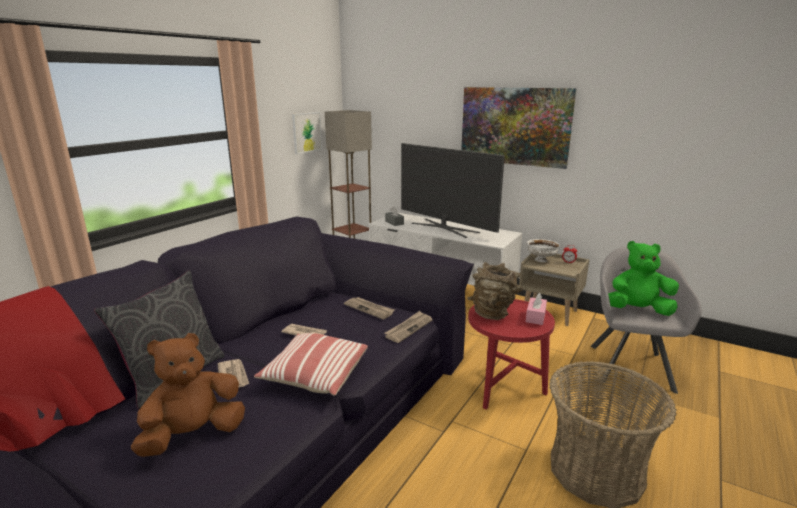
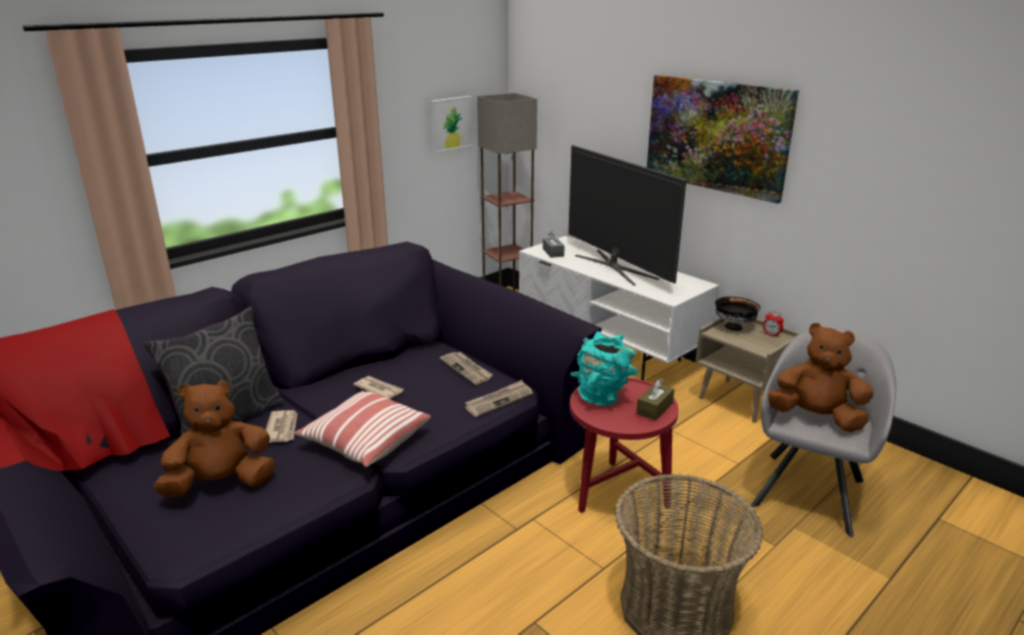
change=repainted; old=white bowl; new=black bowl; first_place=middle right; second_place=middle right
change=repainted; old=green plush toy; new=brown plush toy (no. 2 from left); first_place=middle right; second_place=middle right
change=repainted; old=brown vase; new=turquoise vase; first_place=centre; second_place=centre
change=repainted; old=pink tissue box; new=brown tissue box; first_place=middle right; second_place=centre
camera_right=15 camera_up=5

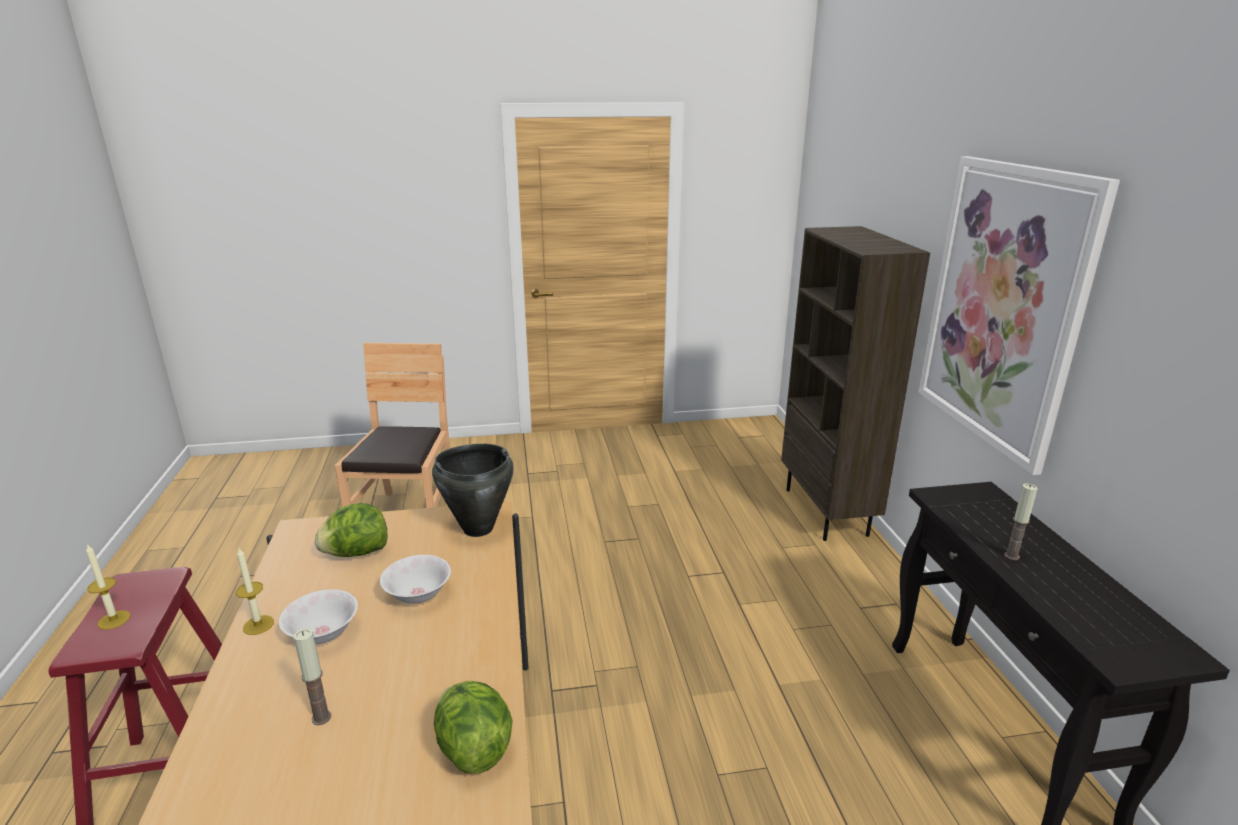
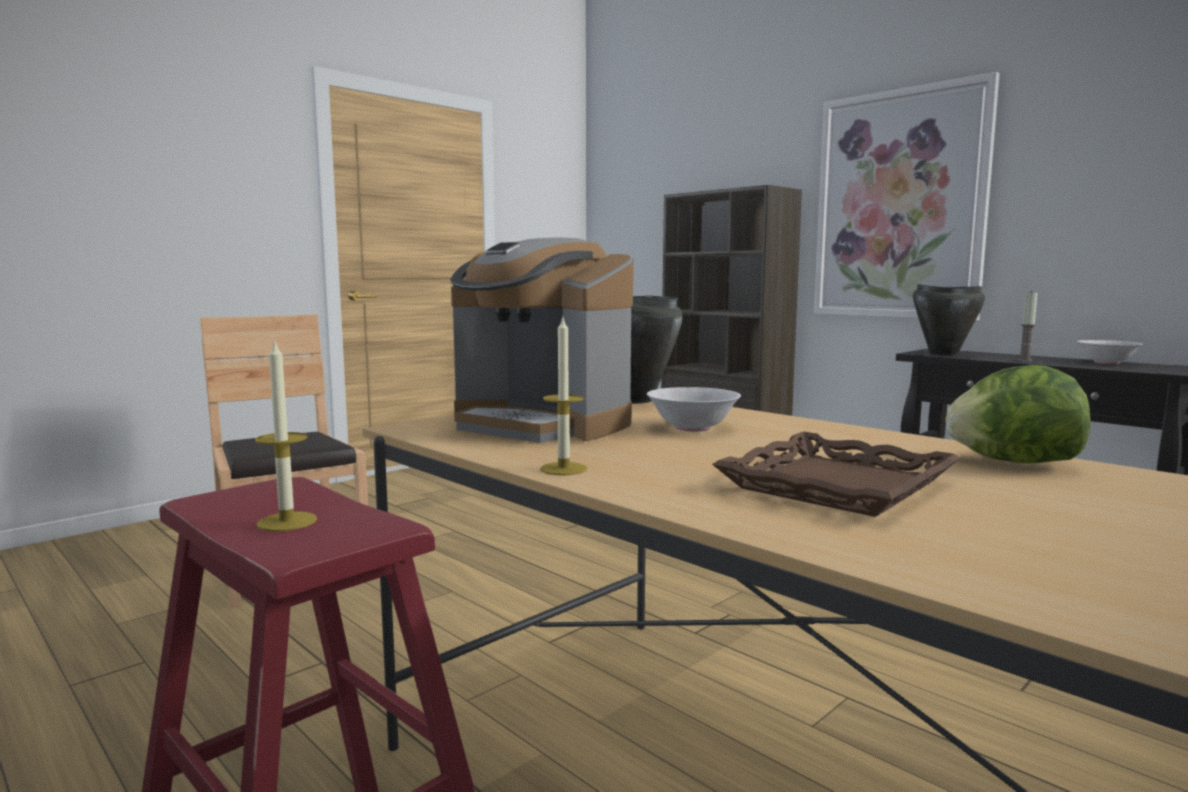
change=swapped; old=lettuce (no. 1 from left); new=coffee machine; first_place=middle left; second_place=centre
change=shifted; old=white bowl (no. 1 from left in the first image); new=white bowl (no. 2 from left); first_place=bottom left; second_place=middle right
change=swapped; old=candle (no. 3 from left); new=brown tray; first_place=bottom left; second_place=middle right
change=new; new=black cooking pot (no. 2 from left); second_place=middle right
camera_right=-35 camera_up=-15

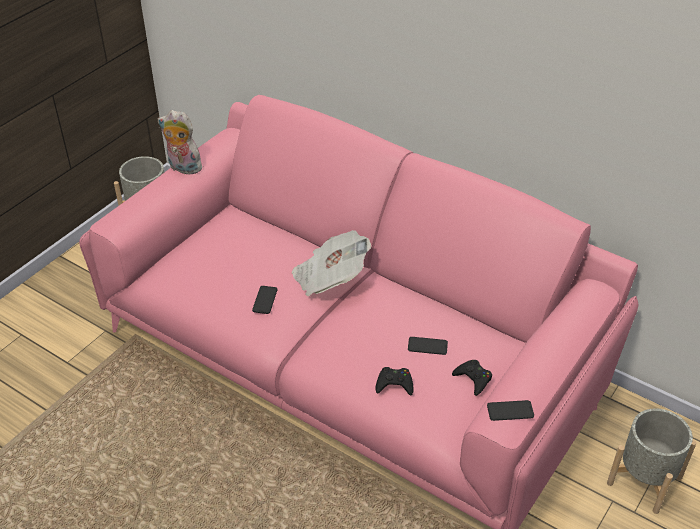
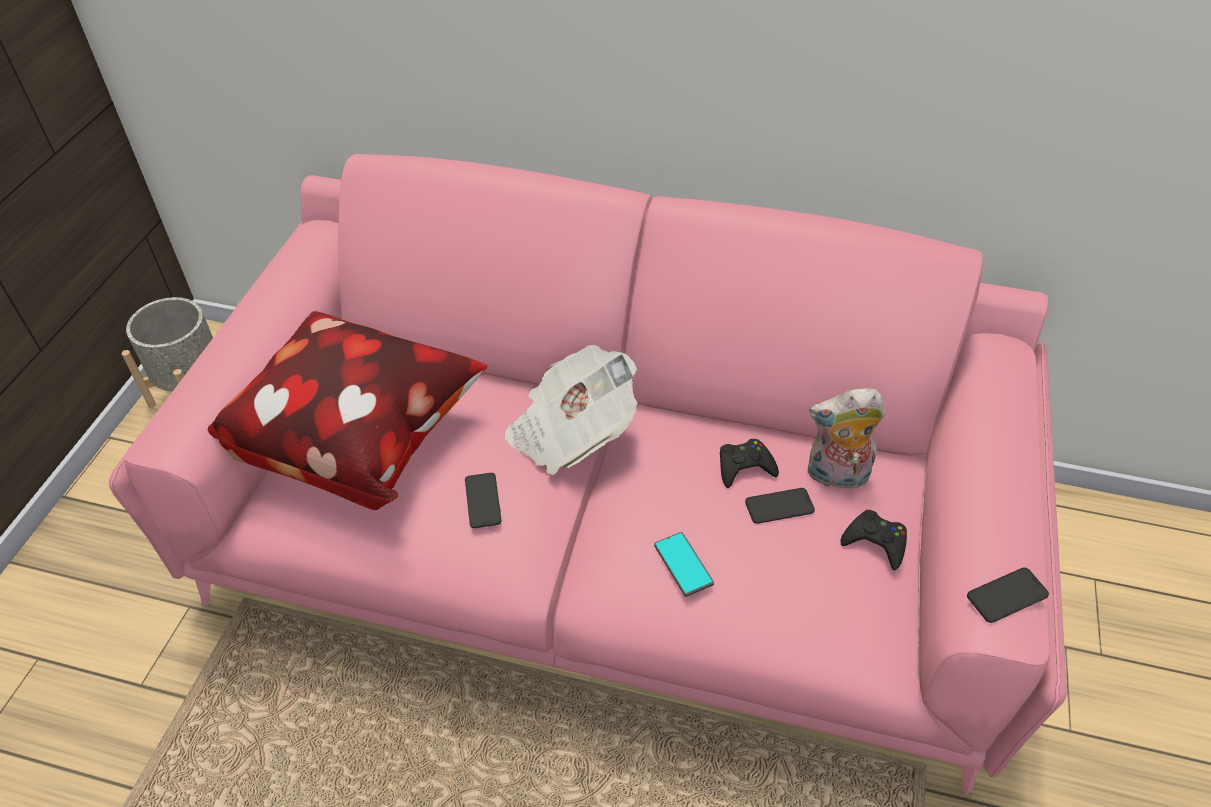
change=shifted; old=plush toy; first_place=top left; second_place=middle right
change=shifted; old=black game controller (no. 1 from left); first_place=bottom centre; second_place=centre
change=gone; old=grey planter (no. 2 from left); first_place=bottom right
change=new; new=pillow; second_place=middle left
change=new; new=phone (no. 2 from left); second_place=bottom centre
camera_right=-20 camera_up=5

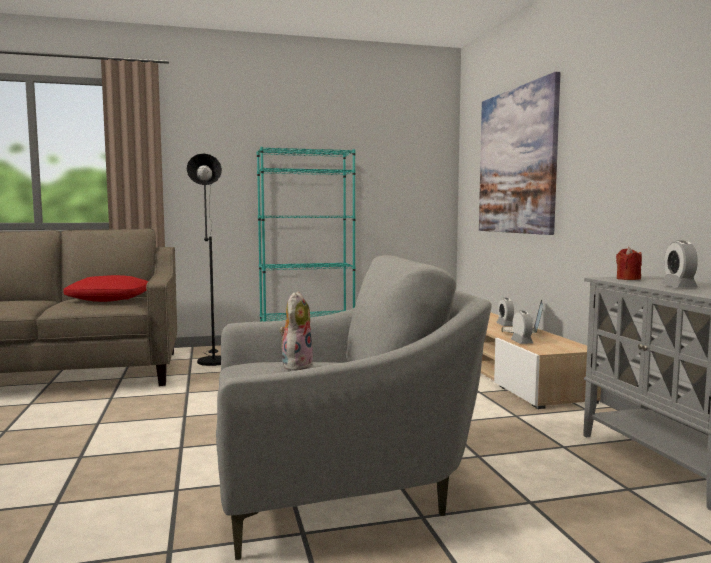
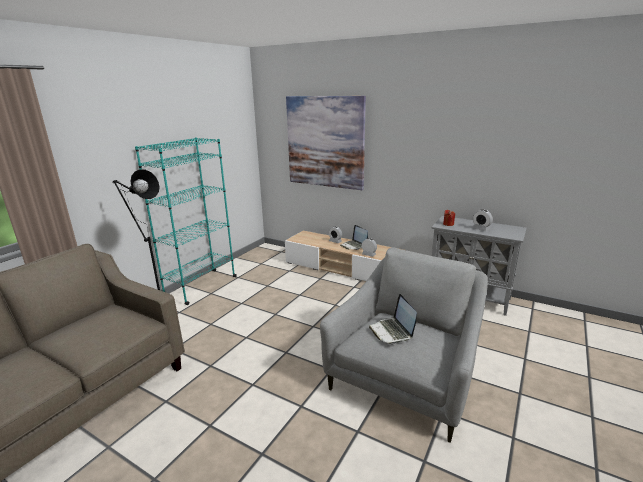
change=gone; old=red pillow; first_place=middle left
change=swapped; old=plush toy; new=laptop (no. 2 from left); first_place=centre; second_place=centre
camera_right=-45 camera_up=15

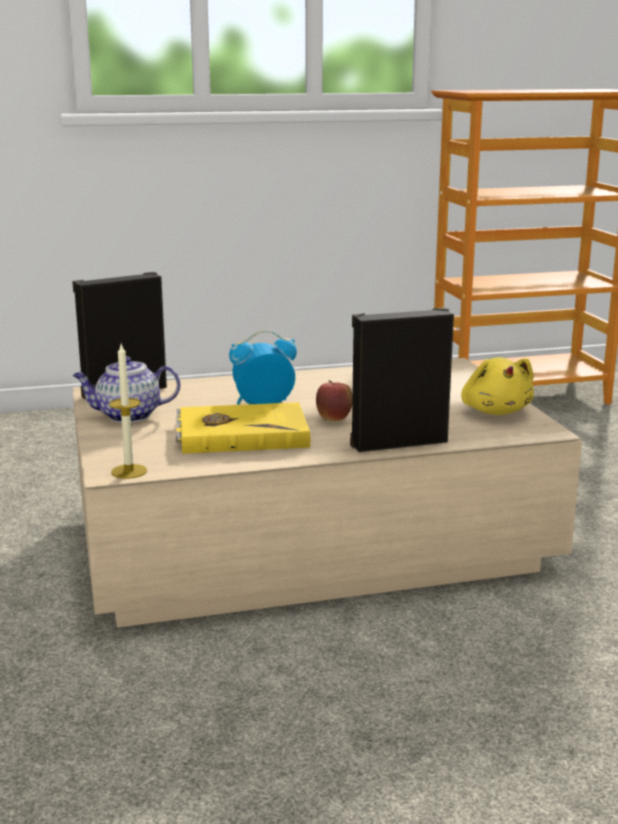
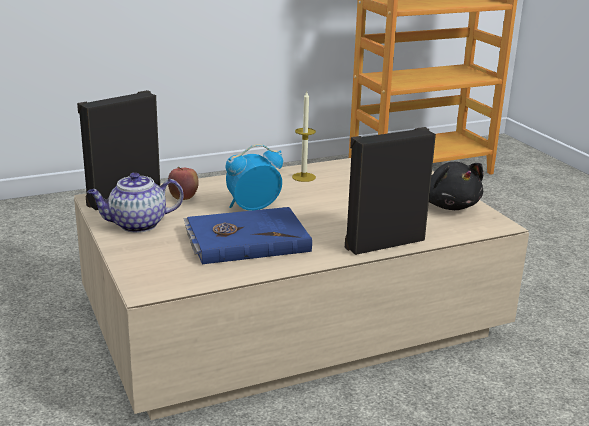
change=shifted; old=candle; first_place=middle left; second_place=top centre
change=repainted; old=yellow plush toy; new=black plush toy; first_place=middle right; second_place=middle right
change=shifted; old=apple; first_place=centre; second_place=middle left
change=repainted; old=yellow book; new=blue book; first_place=centre; second_place=centre
camera_right=-10 camera_up=5

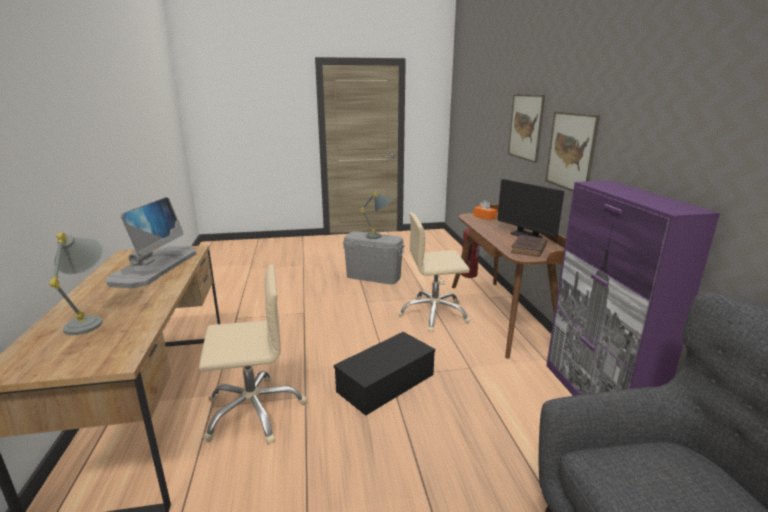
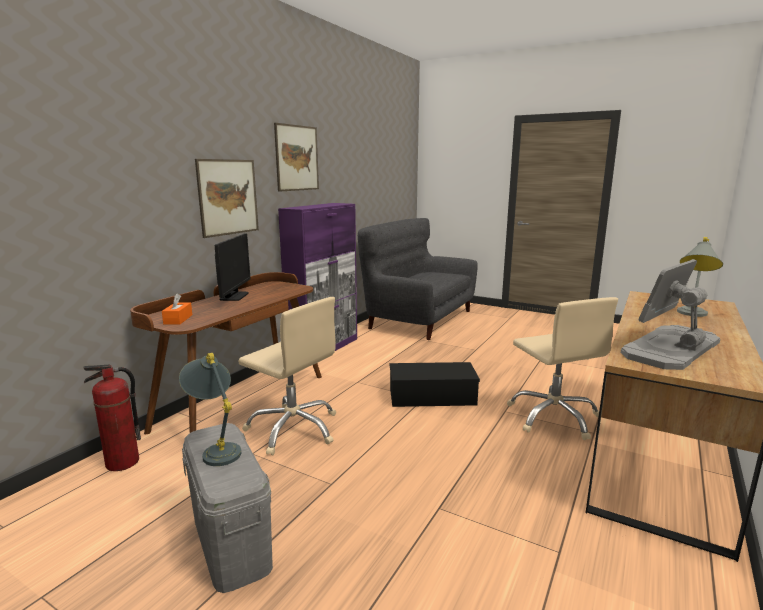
change=shifted; old=picture (no. 1 from left in the first image); new=picture (no. 2 from left); first_place=top right; second_place=top centre
change=gone; old=brown book; first_place=middle right
change=rotated; old=beige office chair (no. 1 from left in the first image); first_place=bottom left; second_place=middle right; degrees=-135
camera_right=-140 camera_up=-5

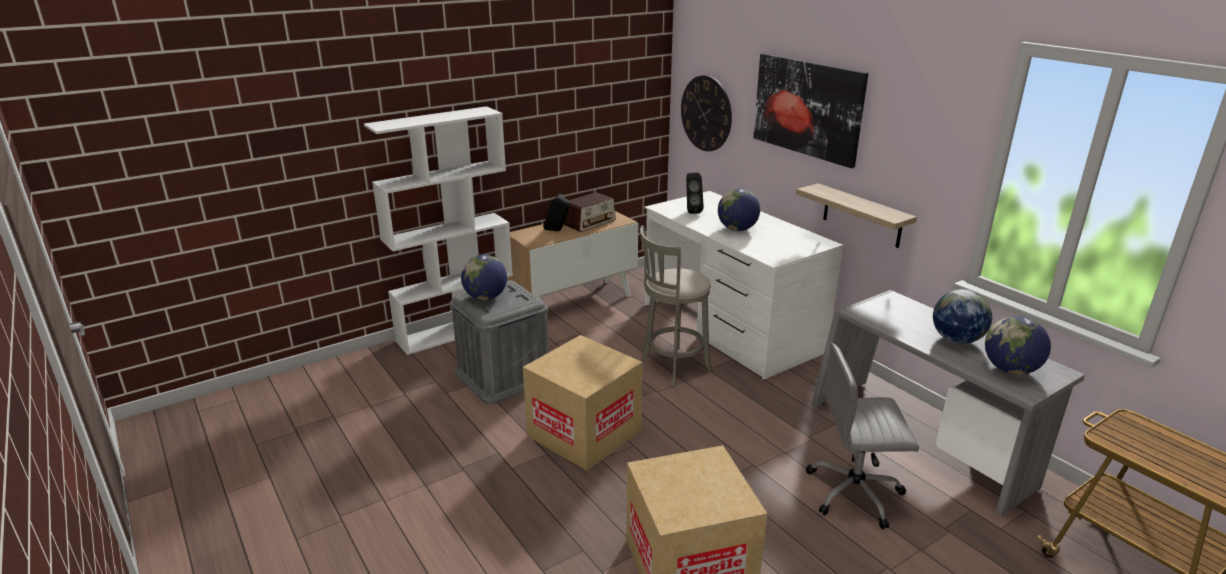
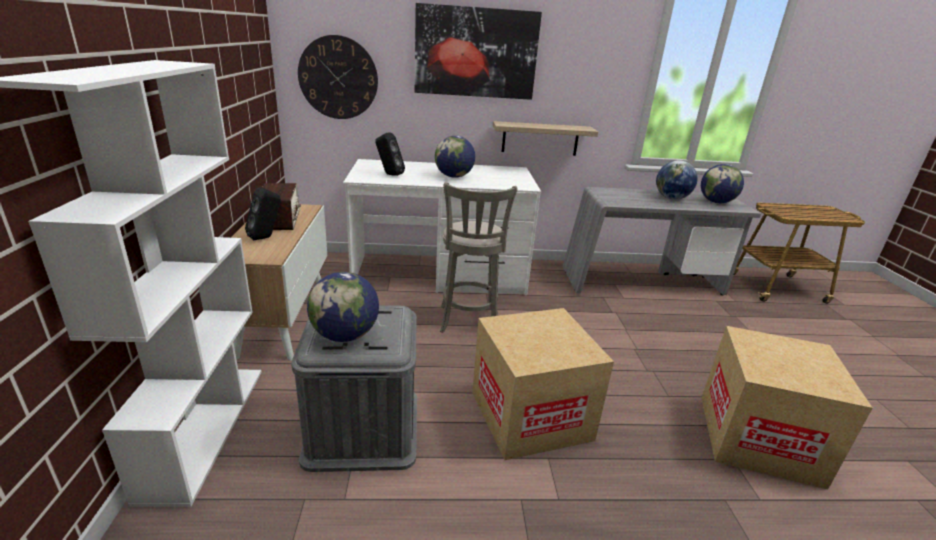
change=gone; old=grey office chair; first_place=bottom right
camera_right=-60 camera_up=0

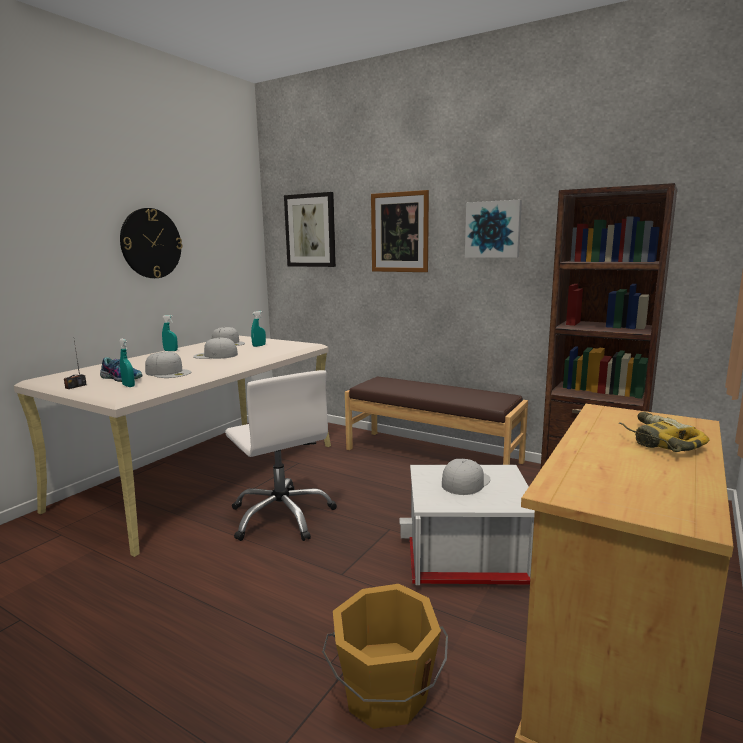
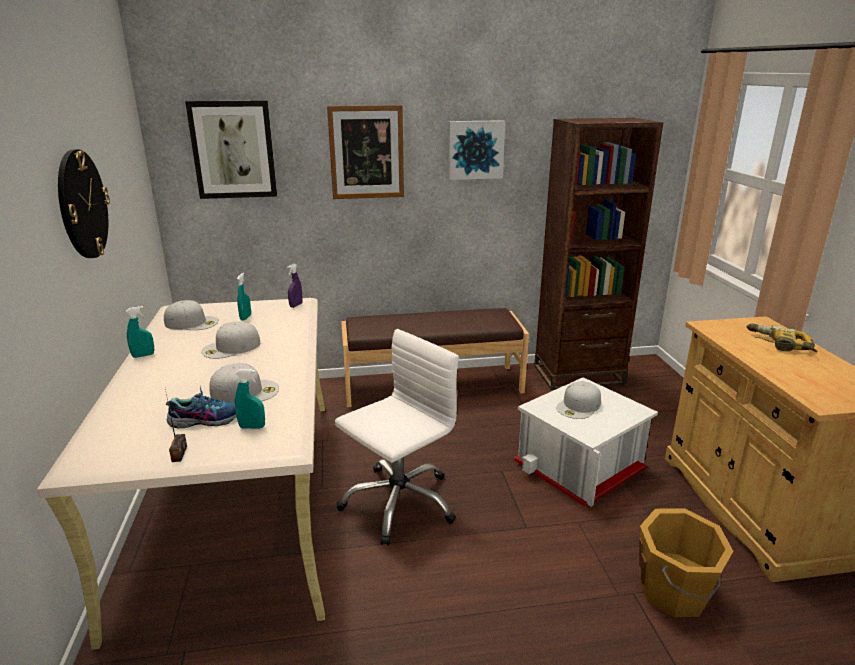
change=rotated; old=white office chair; first_place=centre; second_place=centre; degrees=-60
change=rotated; old=white cap (no. 4 from left); first_place=centre; second_place=middle right; degrees=-135
change=new; new=purple spray bottle; second_place=centre
camera_right=-40 camera_up=10

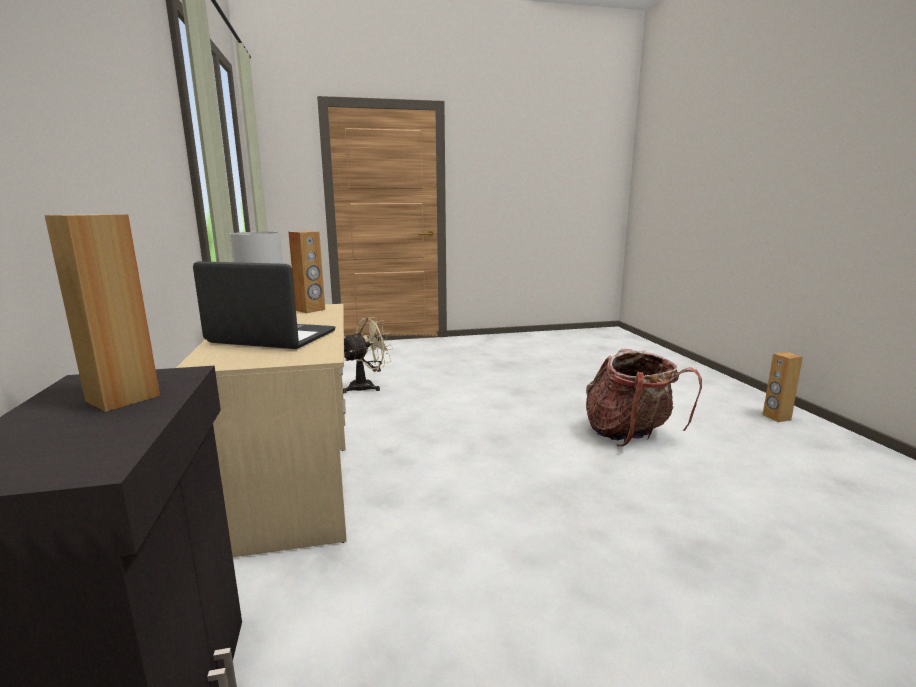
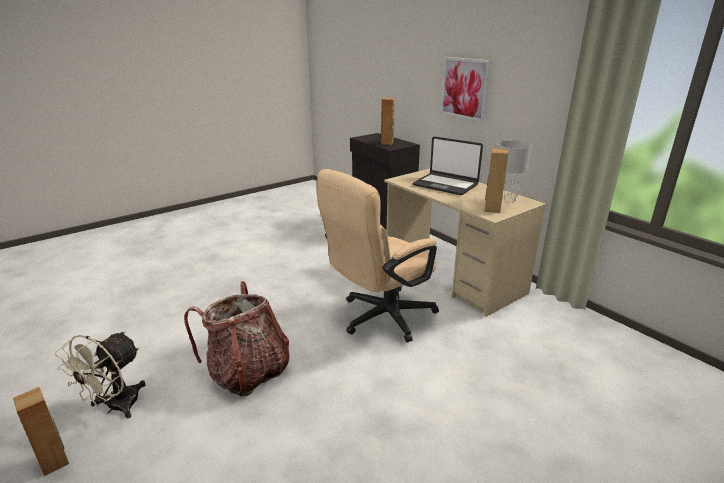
change=rotated; old=laptop; first_place=middle left; second_place=centre; degrees=45
change=shifted; old=beige fan; first_place=centre; second_place=bottom left
change=new; new=picture; second_place=top centre
change=new; new=beige office chair; second_place=centre
camera_right=155 camera_up=10

